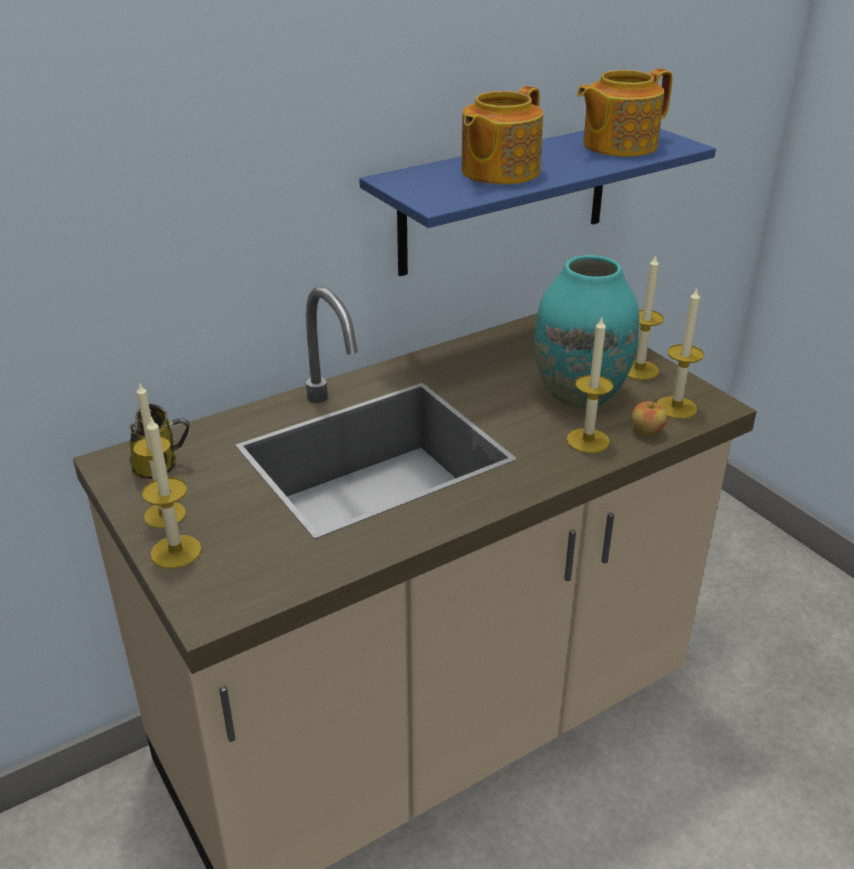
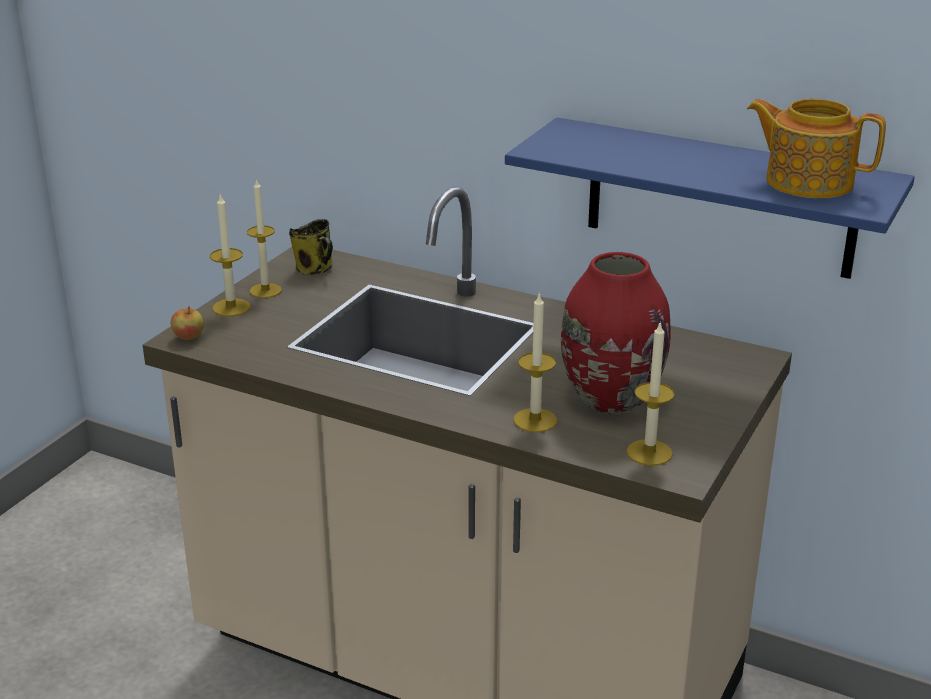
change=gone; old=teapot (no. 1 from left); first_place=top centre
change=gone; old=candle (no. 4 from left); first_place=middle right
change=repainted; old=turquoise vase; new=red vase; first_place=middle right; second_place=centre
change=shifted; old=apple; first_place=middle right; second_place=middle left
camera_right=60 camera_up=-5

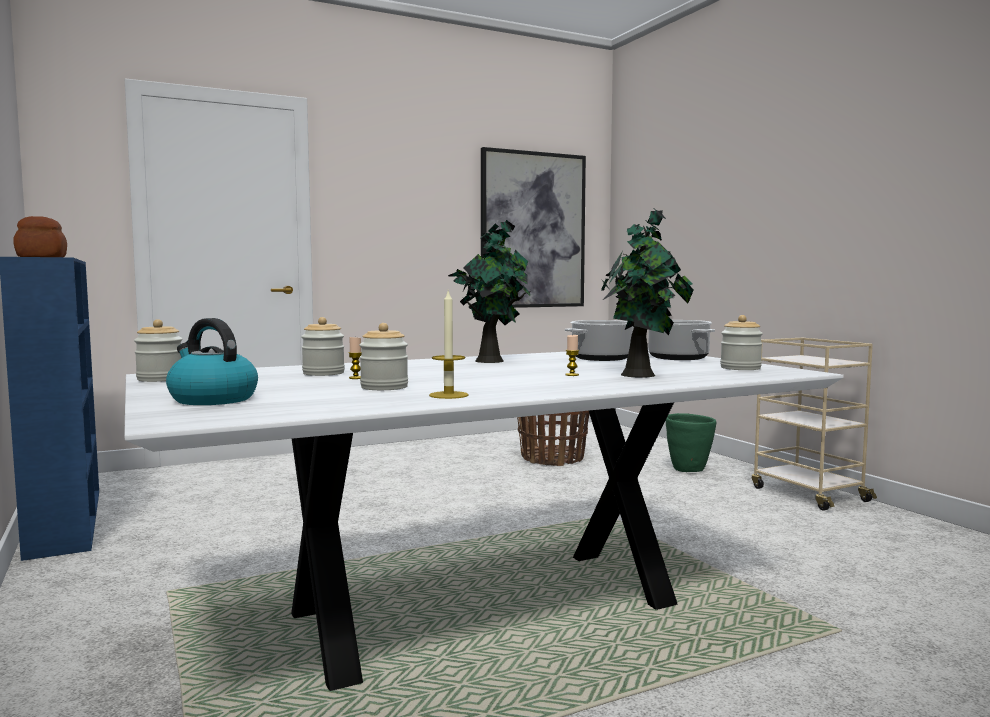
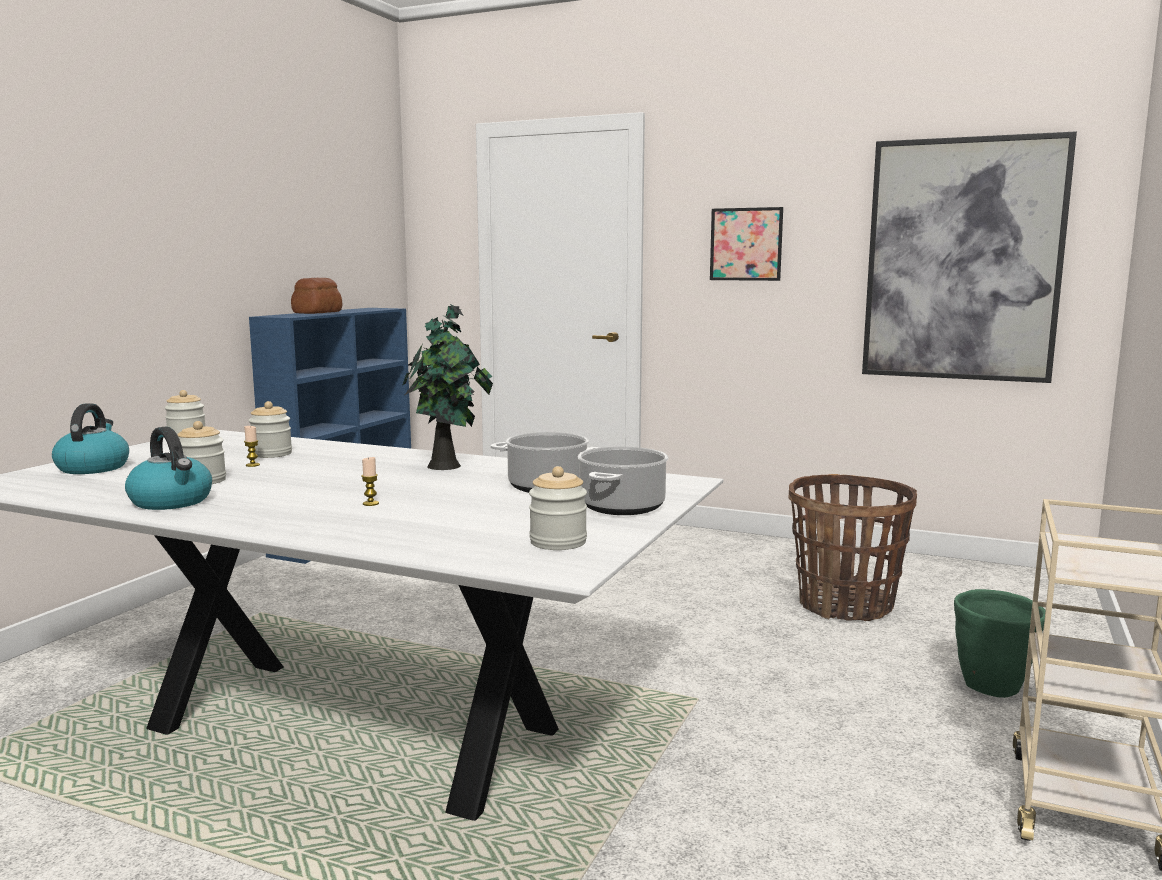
change=gone; old=potted plant (no. 2 from left); first_place=centre
change=swapped; old=candle (no. 2 from left); new=kettle (no. 2 from left); first_place=centre; second_place=middle left
change=new; new=picture (no. 1 from left); second_place=top centre
camera_right=50 camera_up=5

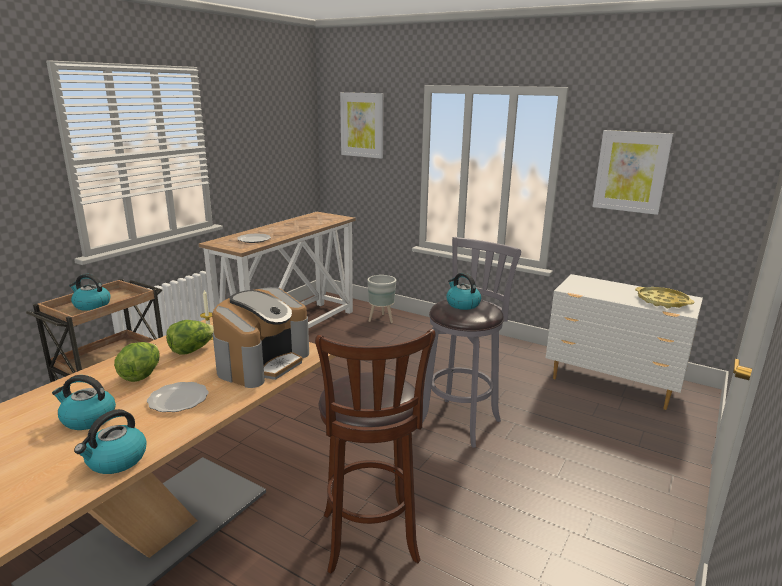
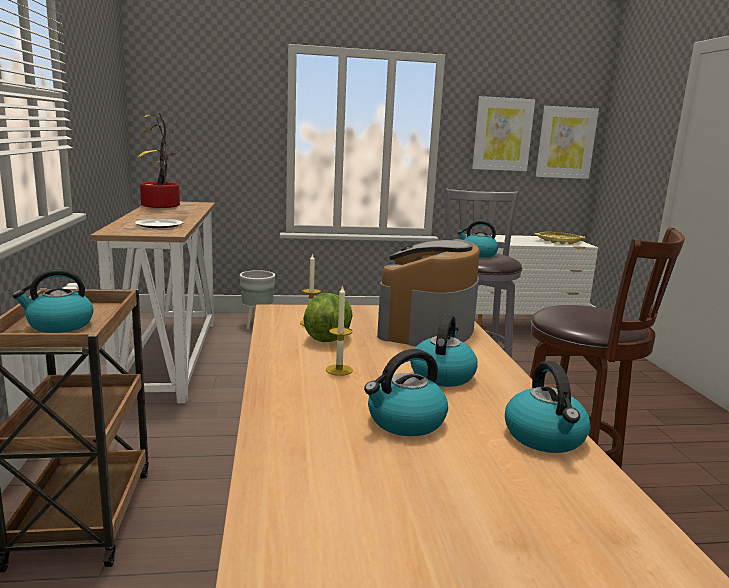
change=shifted; old=picture (no. 1 from left in the first image); new=picture (no. 2 from left); first_place=top centre; second_place=top right
change=rotated; old=coffee machine; first_place=middle left; second_place=centre; degrees=-150
change=swapped; old=lettuce (no. 1 from left); new=candle (no. 2 from left); first_place=middle left; second_place=centre
change=swapped; old=plate (no. 1 from left); new=kettle (no. 3 from left); first_place=bottom left; second_place=centre
change=new; new=potted plant; second_place=top left
camera_right=-40 camera_up=-5

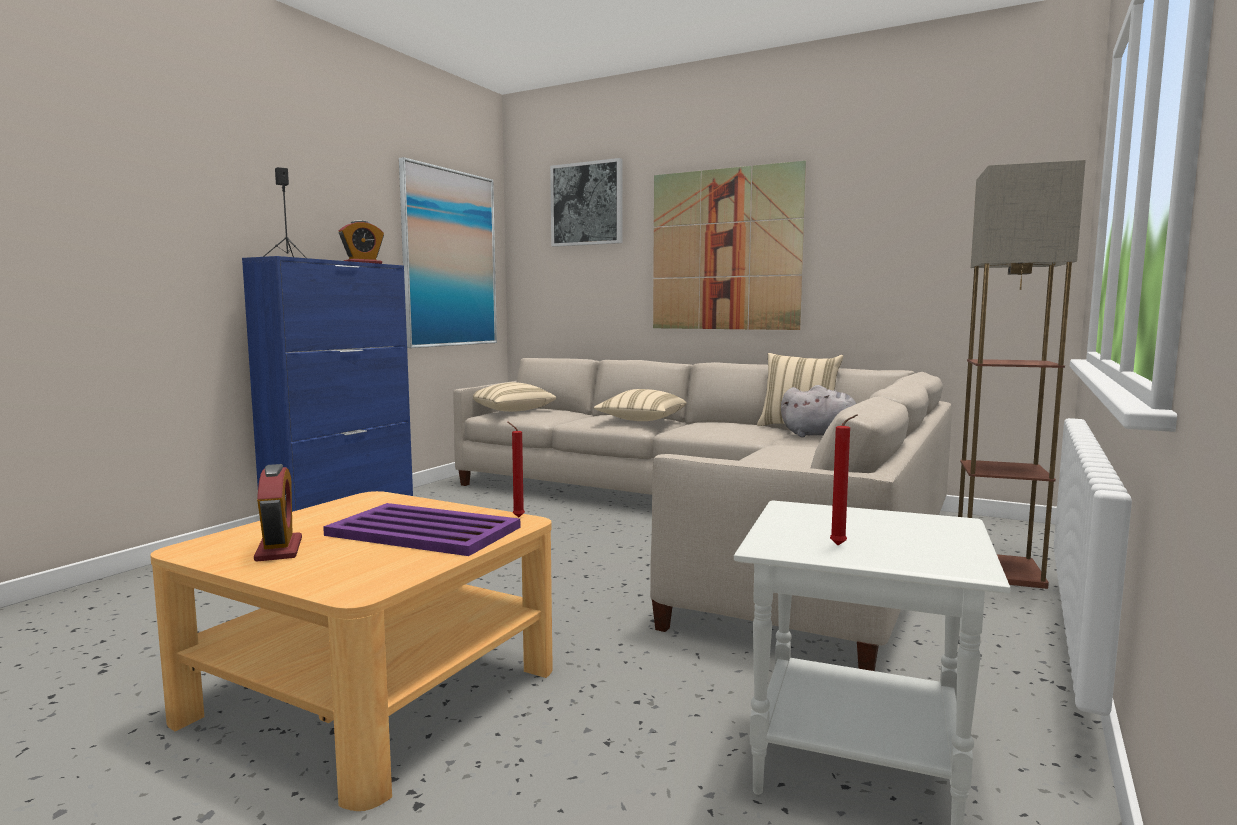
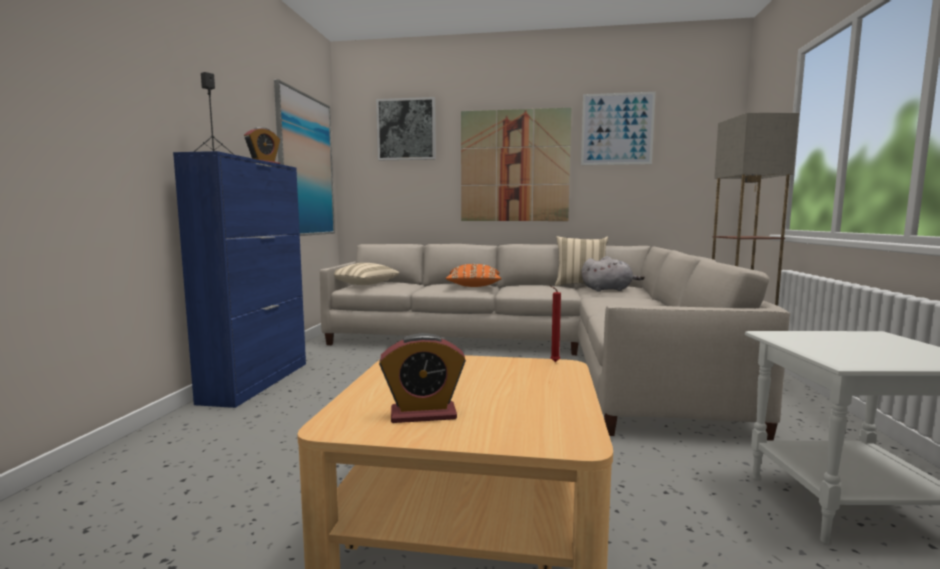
change=repainted; old=beige pillow (no. 2 from left); new=orange pillow; first_place=centre; second_place=centre
change=gone; old=red candle (no. 2 from left); first_place=middle right
change=rotated; old=alarm clock (no. 1 from left in the first image); first_place=middle left; second_place=centre; degrees=120
change=gone; old=purple tray; first_place=centre
change=new; new=picture (no. 4 from left); second_place=top centre
camera_right=-20 camera_up=0

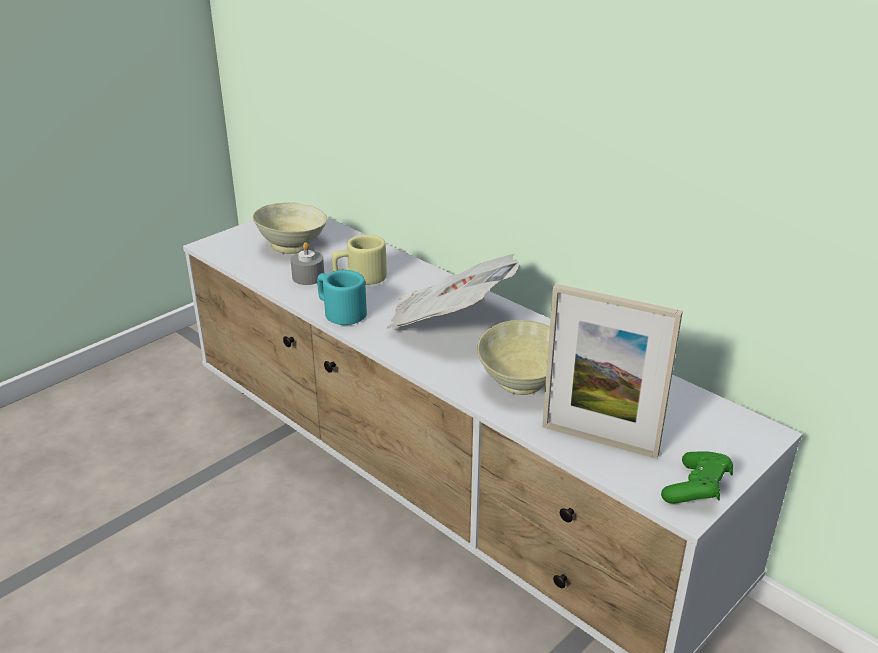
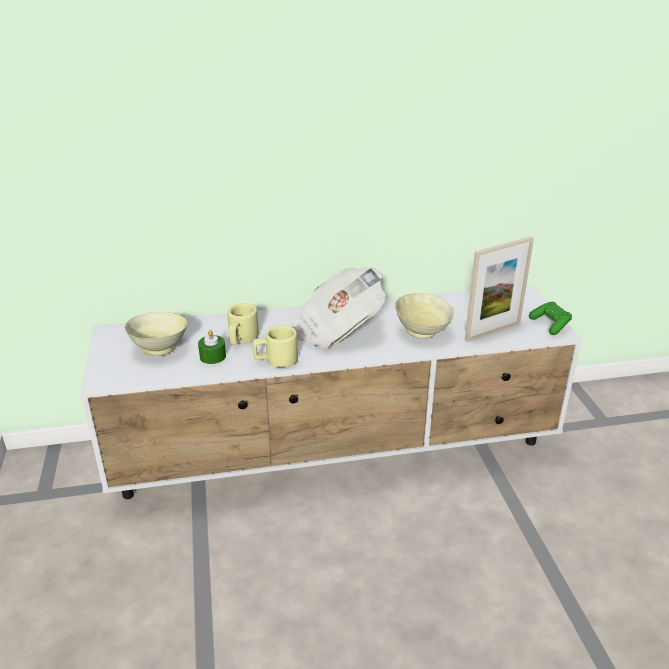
change=repainted; old=grey candle; new=green candle; first_place=centre; second_place=middle left
change=repainted; old=turquoise mug; new=beige mug (no. 2 from left); first_place=centre; second_place=centre
camera_right=-55 camera_up=0

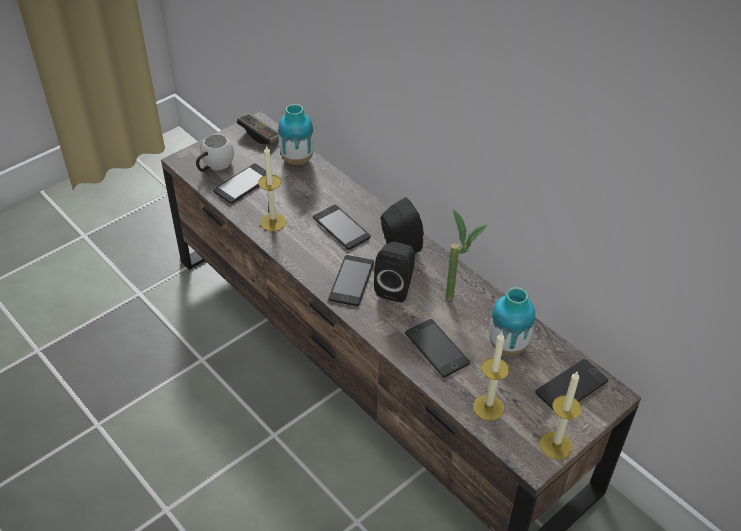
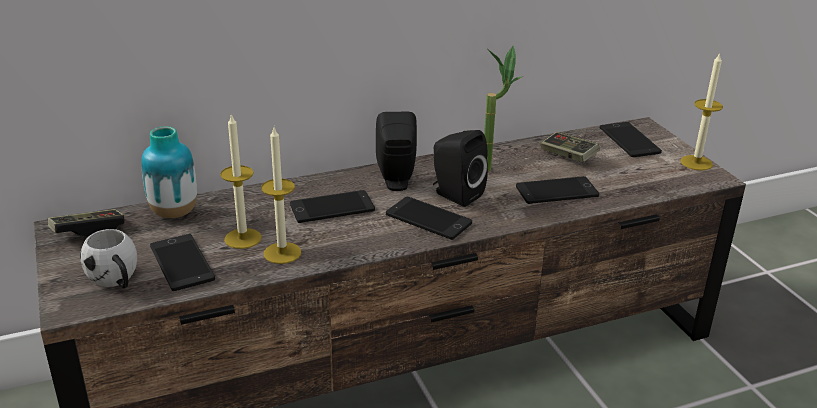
change=swapped; old=vase (no. 2 from left); new=game controller (no. 2 from left); first_place=middle right; second_place=middle right
change=shifted; old=candle (no. 2 from left in the first image); new=candle (no. 1 from left); first_place=bottom centre; second_place=middle left
camera_right=-70 camera_up=-15

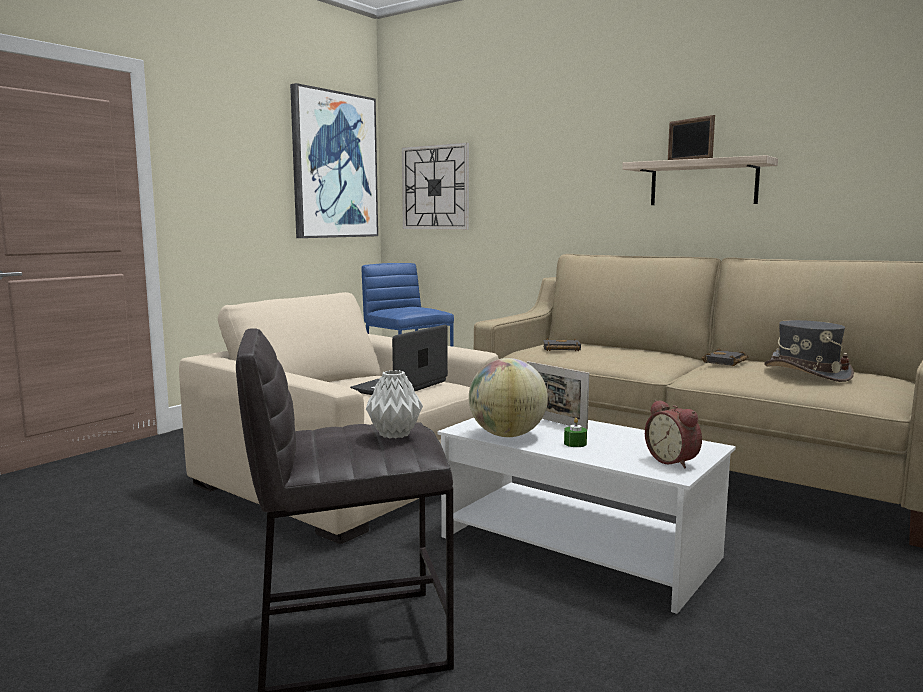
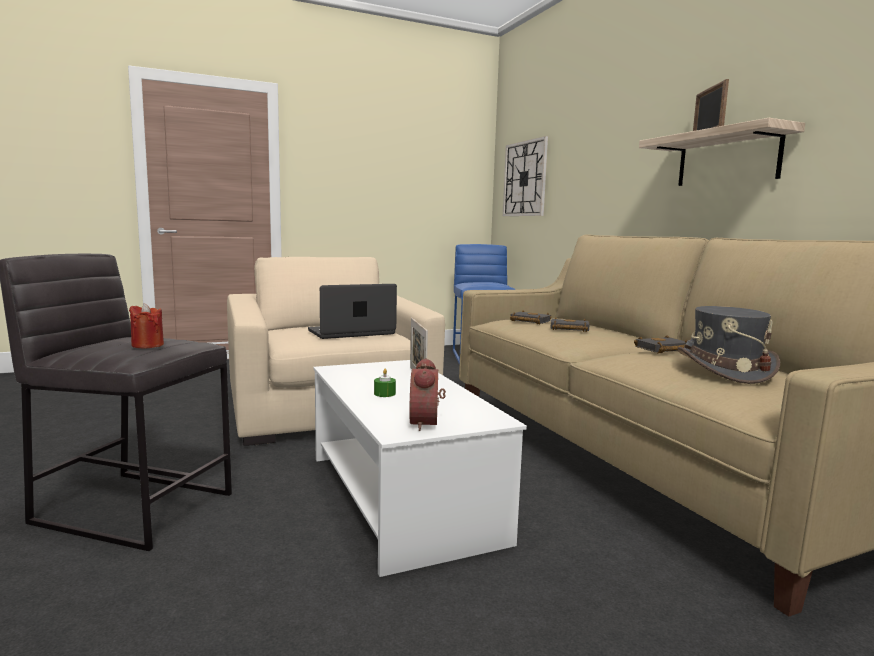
change=gone; old=picture; first_place=top centre
change=gone; old=globe; first_place=centre
change=swapped; old=grey vase; new=red candle; first_place=centre; second_place=middle left
change=new; new=black book (no. 2 from left); second_place=centre
camera_right=30 camera_up=0

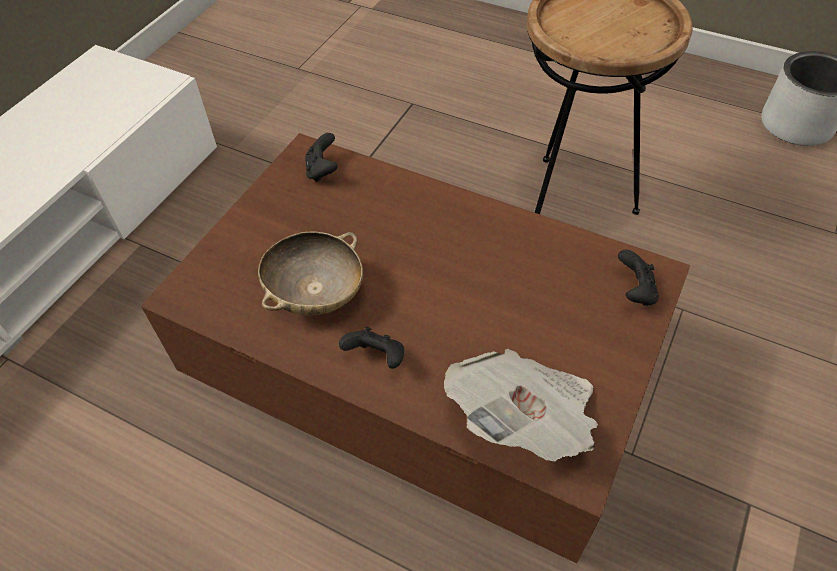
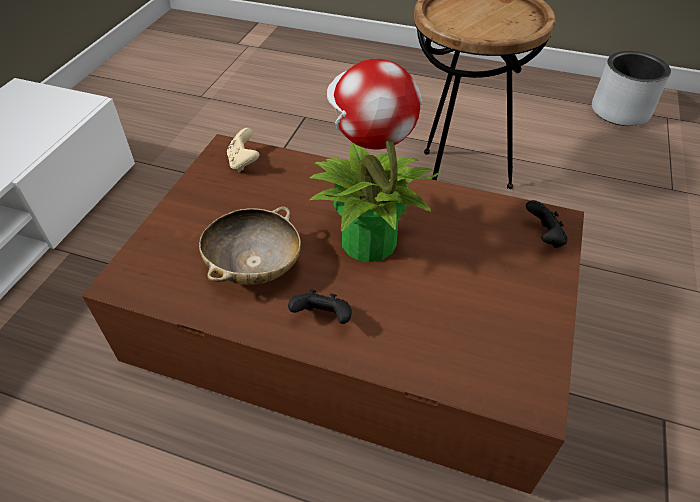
change=repainted; old=black game controller (no. 1 from left); new=beige game controller; first_place=top centre; second_place=top centre
change=gone; old=newspaper; first_place=bottom centre
change=new; new=potted plant; second_place=top centre
camera_right=-10 camera_up=-5

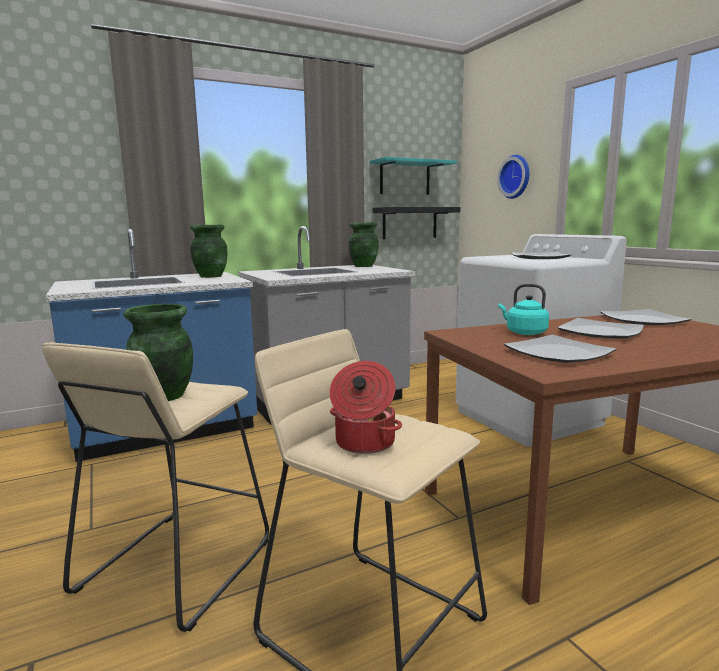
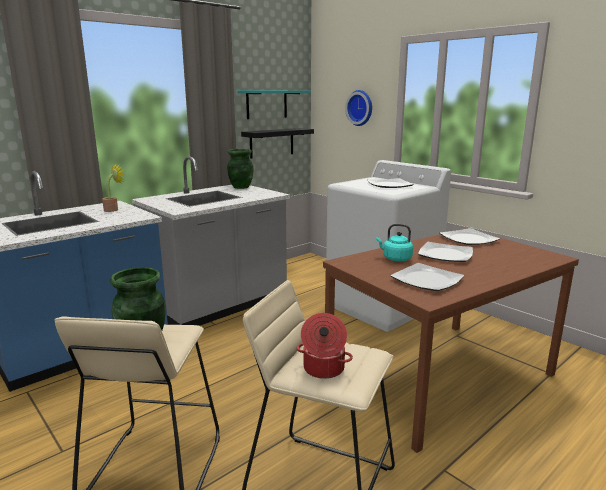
change=swapped; old=green vase (no. 2 from left); new=potted plant; first_place=middle left; second_place=middle left
camera_right=-15 camera_up=5

